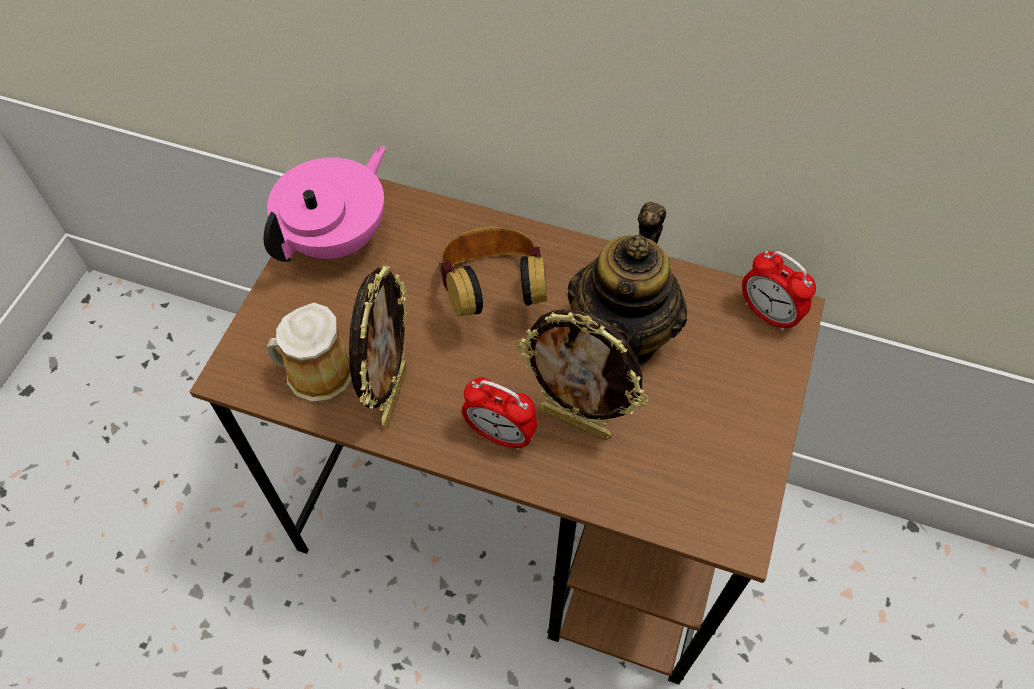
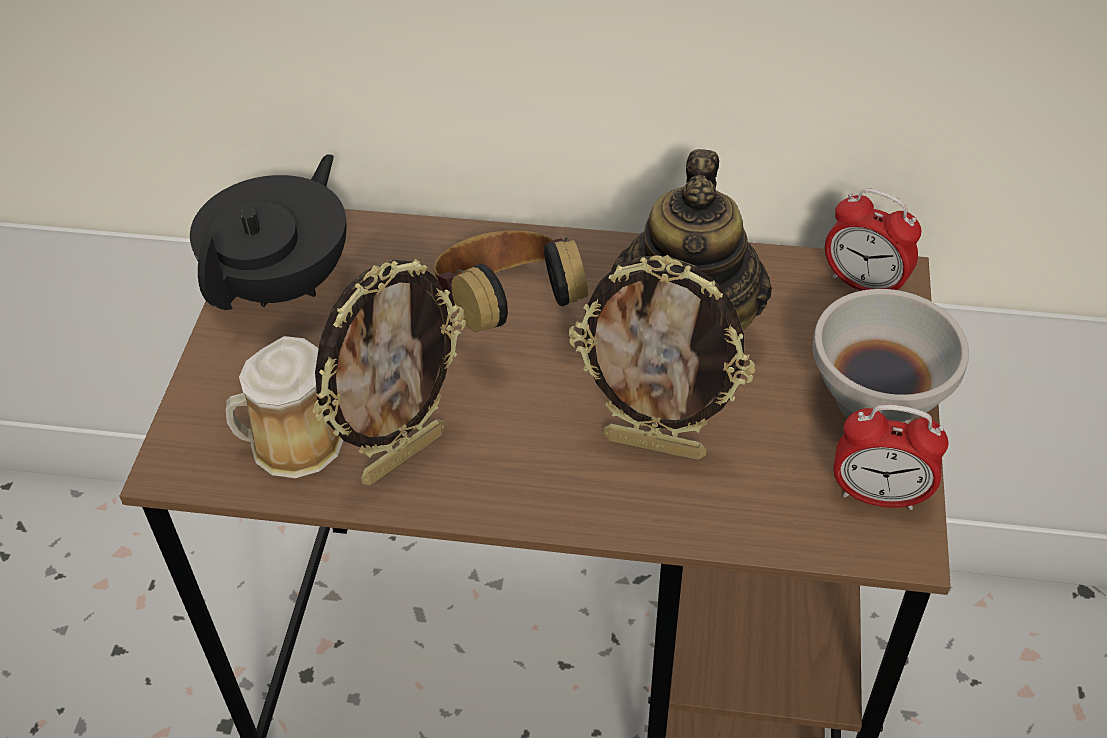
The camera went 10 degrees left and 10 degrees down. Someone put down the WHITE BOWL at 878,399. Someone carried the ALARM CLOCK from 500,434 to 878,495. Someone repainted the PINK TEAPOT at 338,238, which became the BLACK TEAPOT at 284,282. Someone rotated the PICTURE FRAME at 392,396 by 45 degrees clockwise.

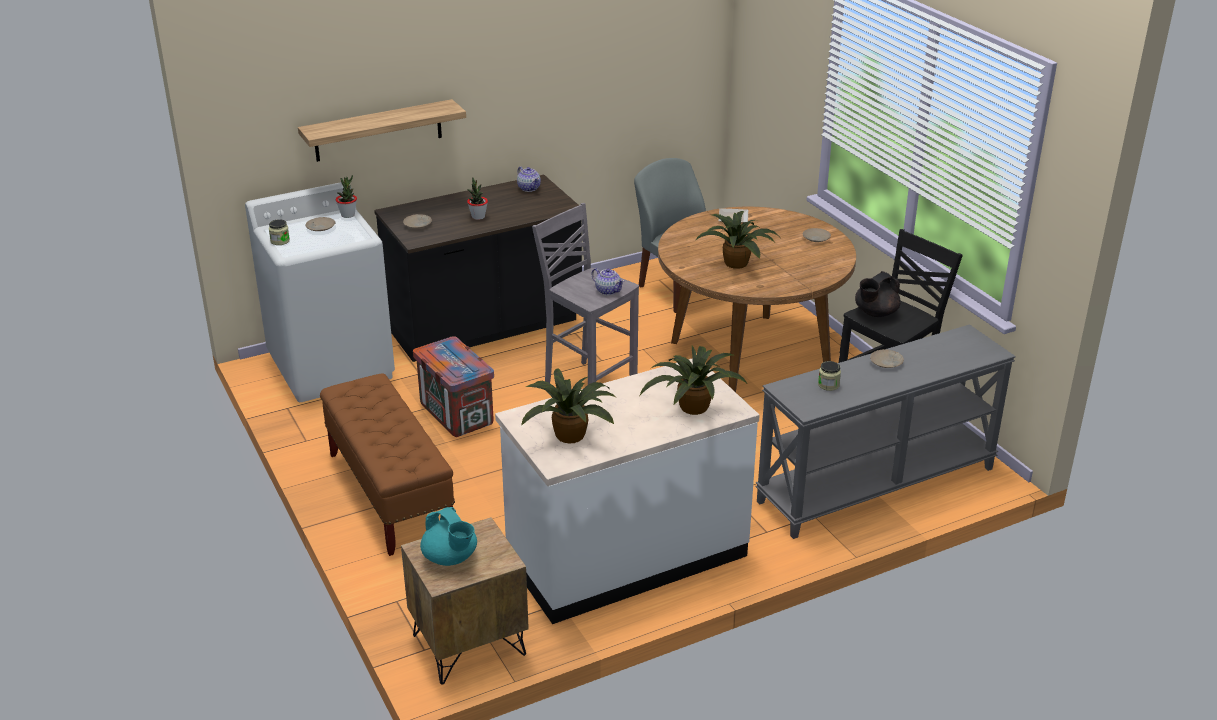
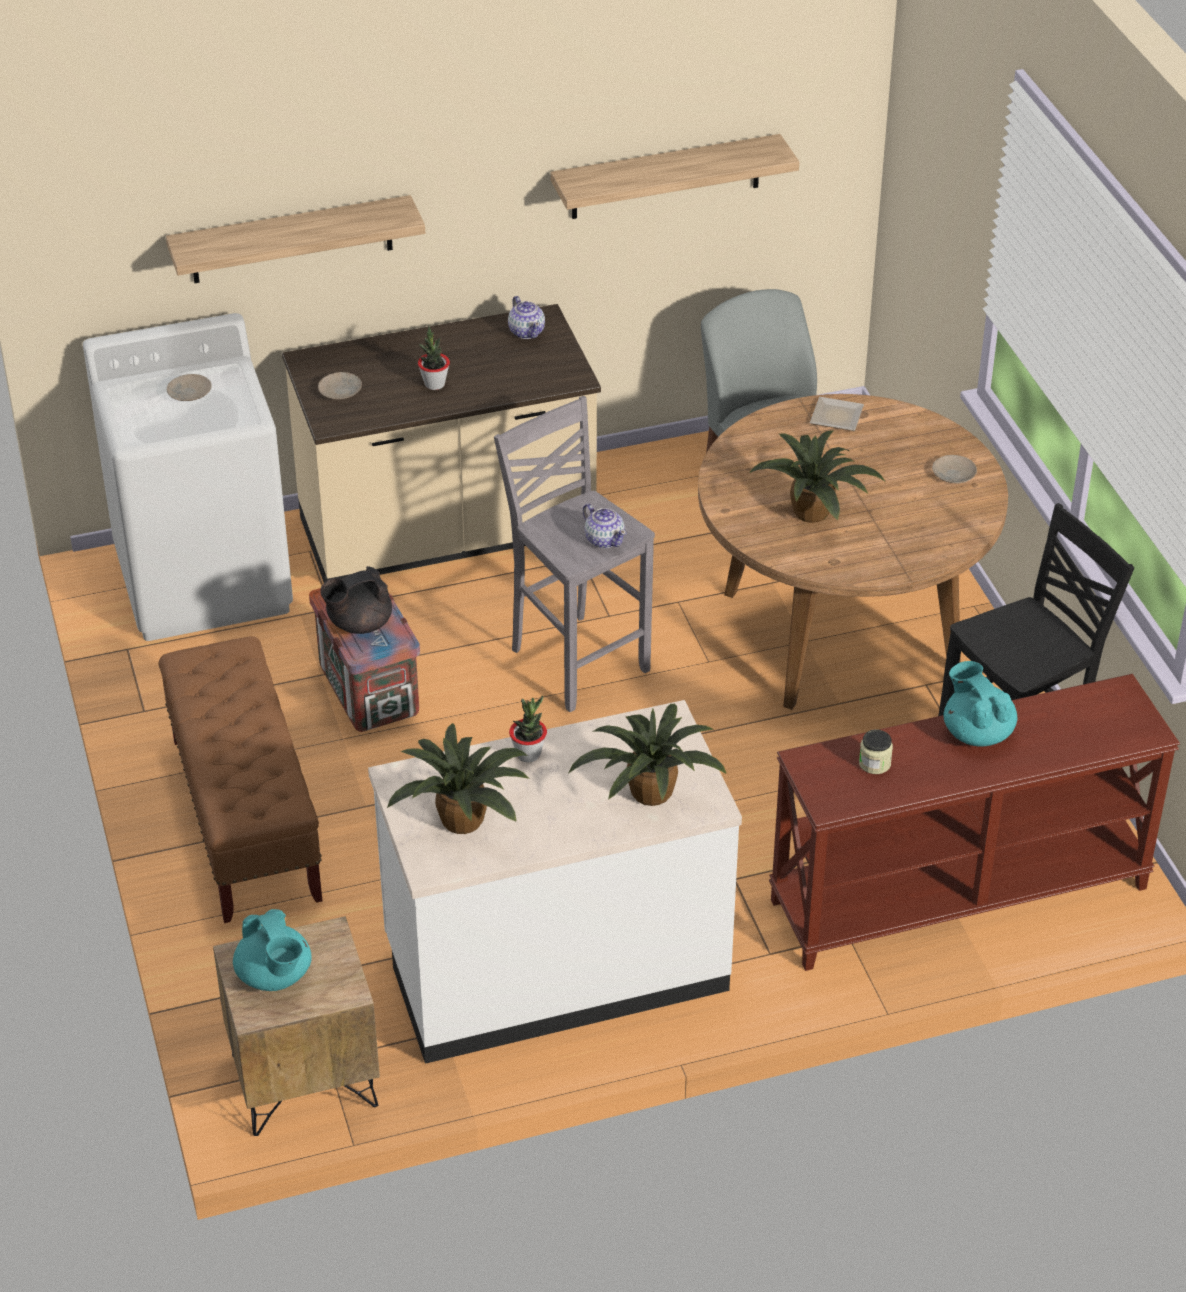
The camera went 10 degrees right and 10 degrees up. Someone took away the JAR at 280,241. Someone put up the SHELF at 665,177. Someone carried the POTTED PLANT from 348,215 to 528,754. Someone carried the BLACK TEAPOT from 875,313 to 358,624. Someone swapped the BEIGE PLATE at 886,362 for the TURQUOISE TEAPOT at 977,732. Someone repainted the BLACK COUNTER at 486,328, which became the BEIGE COUNTER at 448,533. Someone repainted the GREY CONSOLE TABLE at 876,486, which became the BROWN CONSOLE TABLE at 958,896.

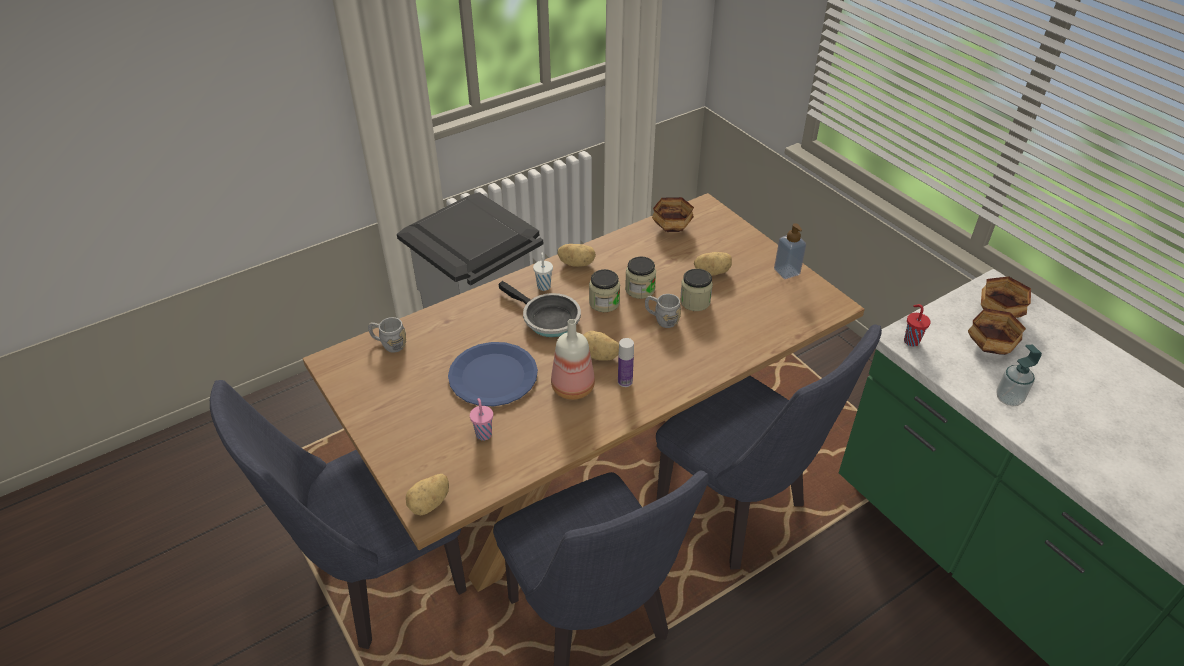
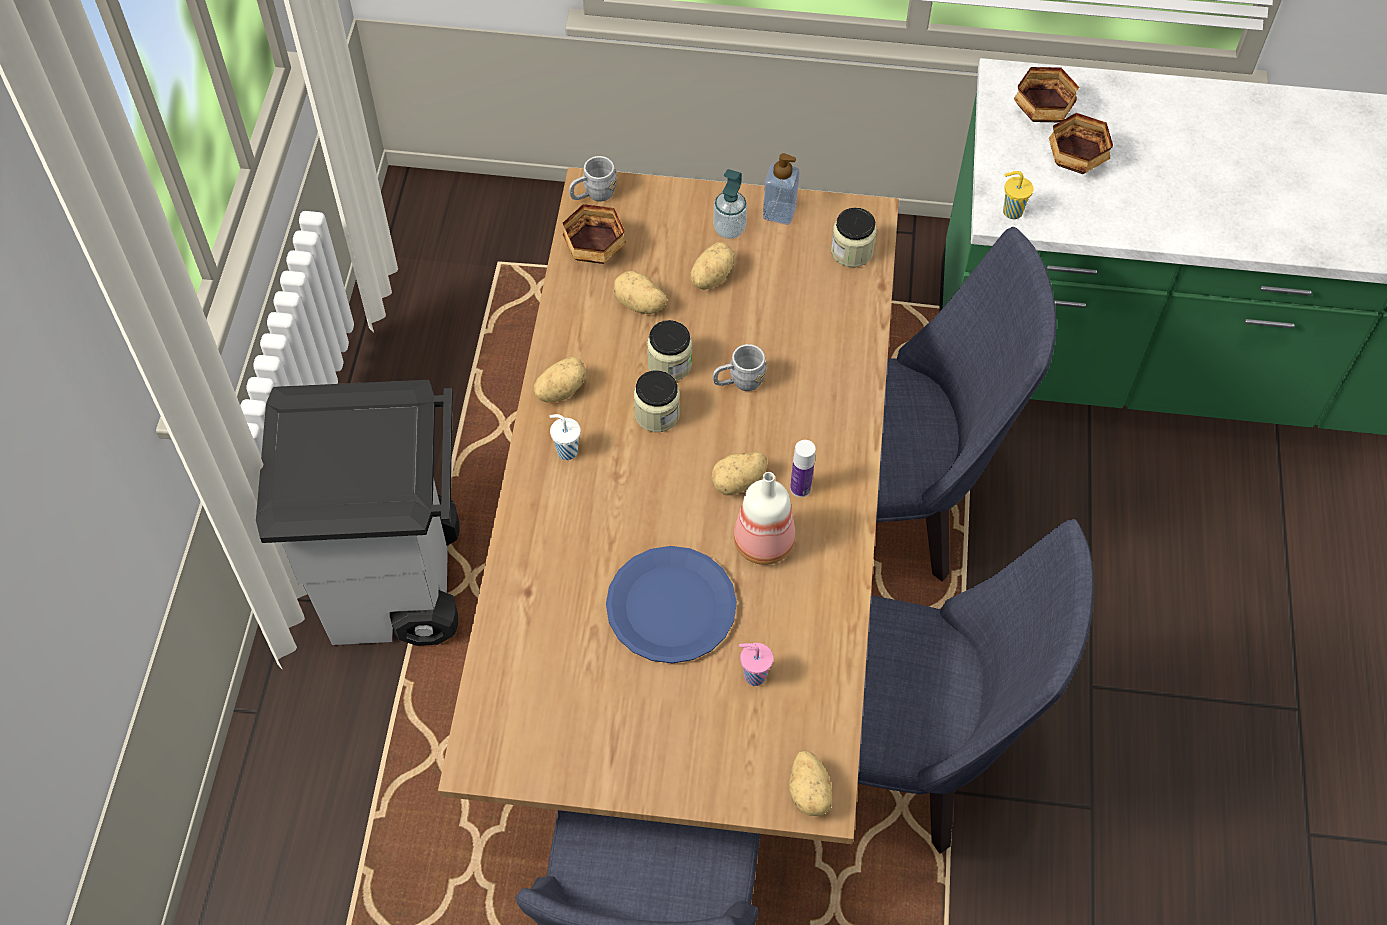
The camera went 50 degrees left and 15 degrees up. Someone took away the FRYING PAN at 547,319. Someone put down the POTATO at 639,305. Someone carried the GREY MUG from 389,344 to 593,195. Someone carried the JAR from 695,301 to 851,251. Someone carried the SOAP DISPENSER from 1008,398 to 729,229. Someone repainted the RED CUP at 911,340, which became the YELLOW CUP at 1011,211.

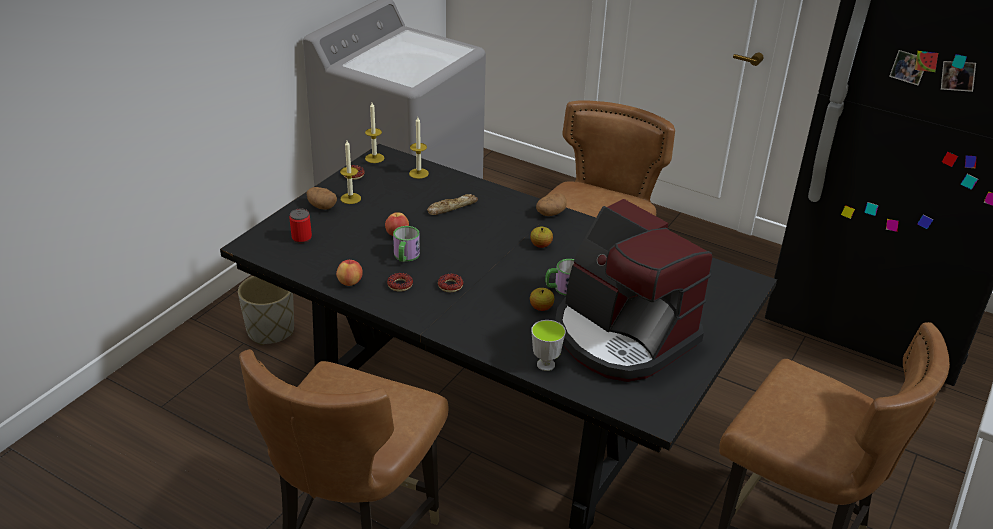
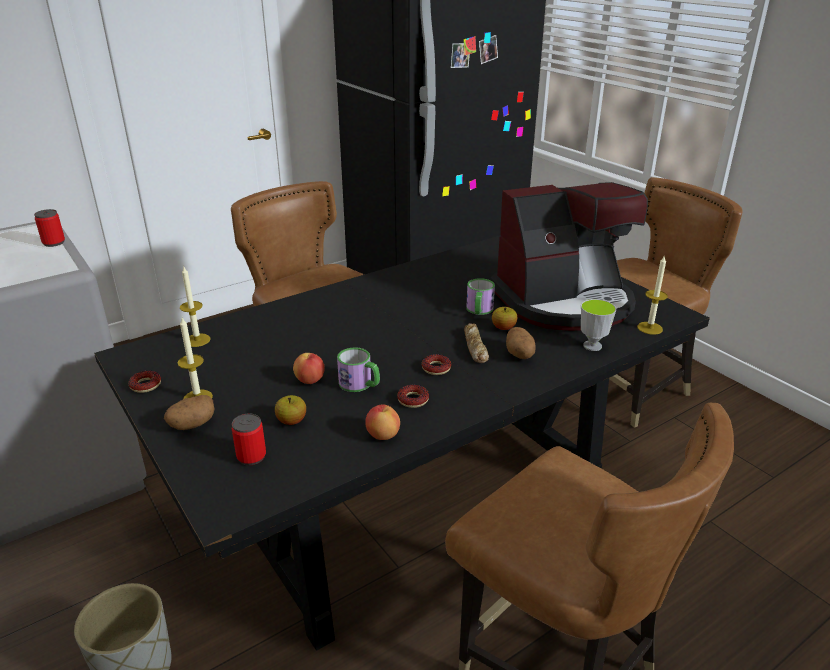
The camera went 65 degrees left and 5 degrees down. Someone put down the CAN at 54,243. Someone carried the CANDLE from 374,158 to 649,328. Someone carried the BREAD from 451,207 to 474,347. Someone carried the APPLE from 541,245 to 291,421. Someone carried the POTATO from 550,213 to 520,355.

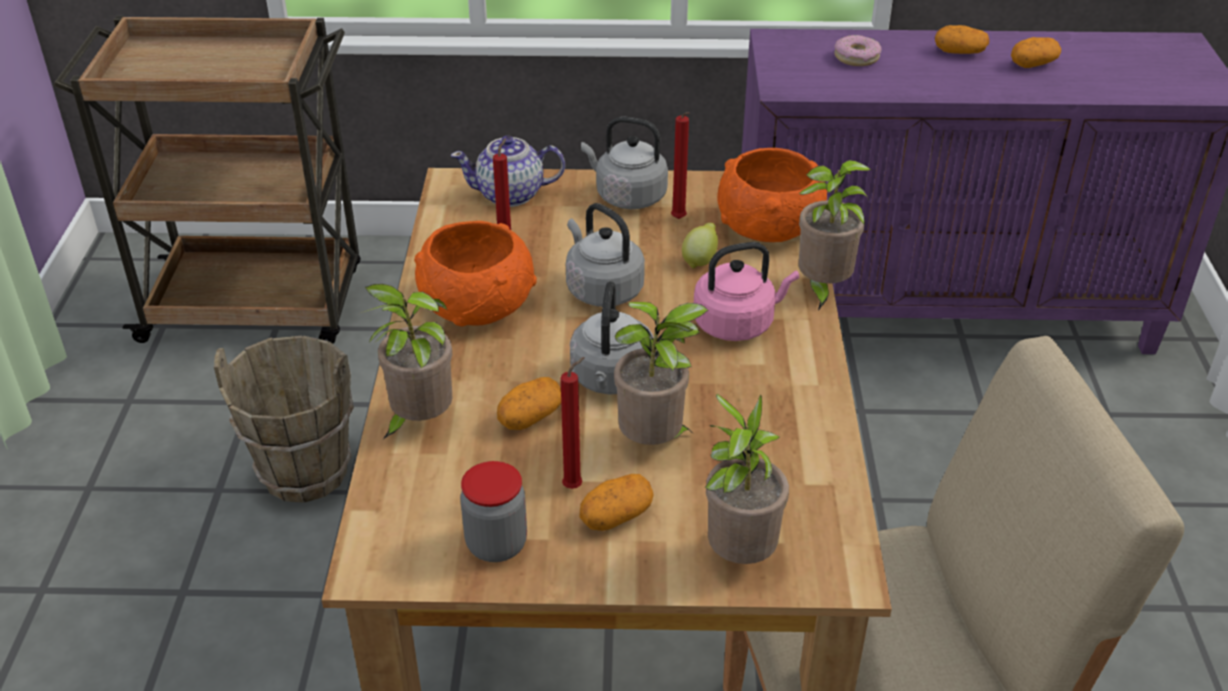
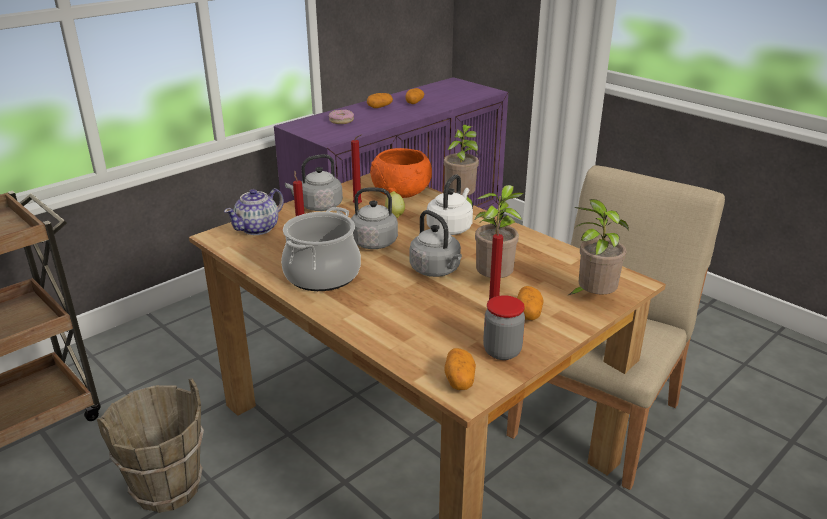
The camera went 45 degrees left and 10 degrees down. Someone took away the POTTED PLANT at 418,422. Someone carried the POTATO from 530,417 to 459,380. Someone swapped the ORANGE BOWL at 477,305 for the COOKING POT at 322,275. Someone repainted the PINK KETTLE at 737,324, which became the WHITE KETTLE at 450,228.

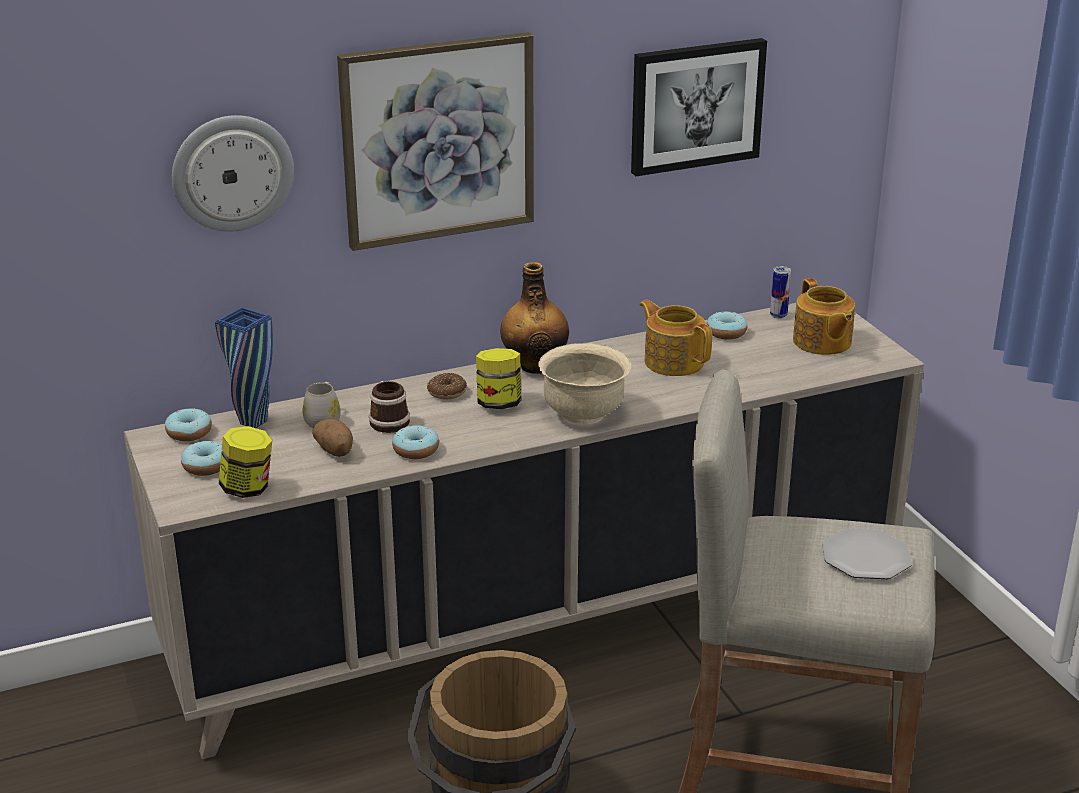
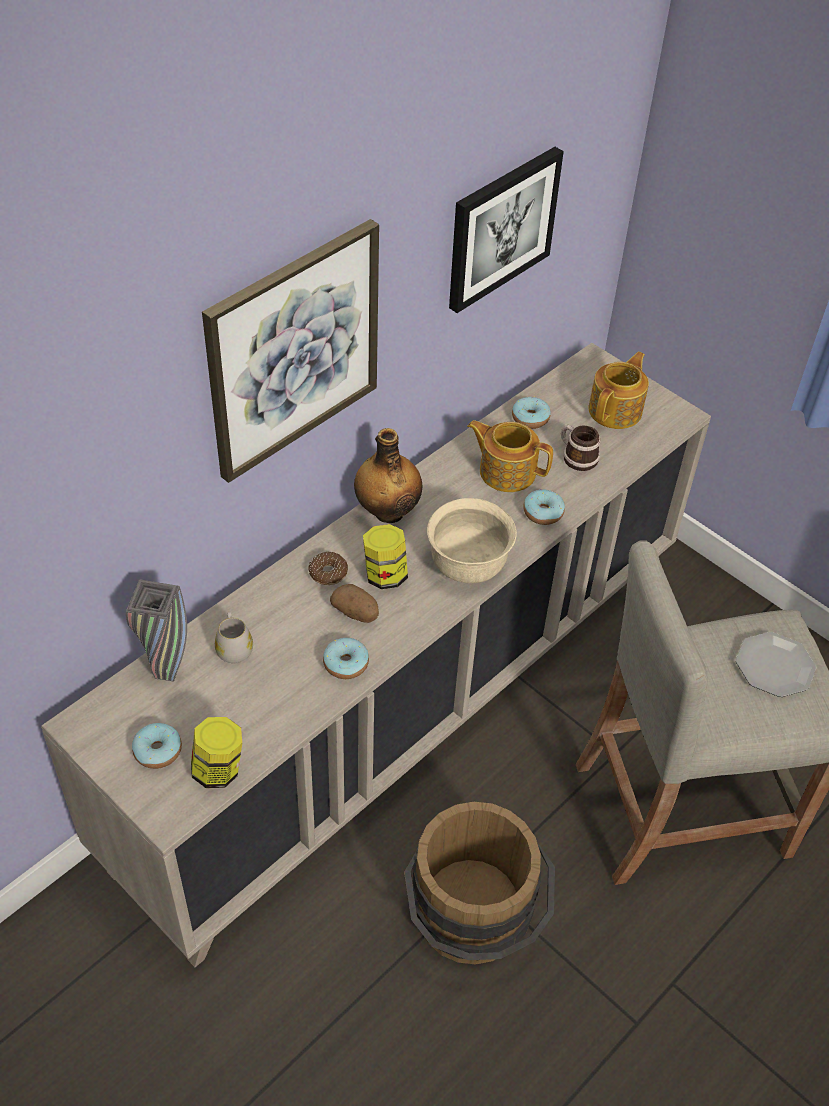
The camera went 25 degrees left and 20 degrees up. Someone took away the WALL CLOCK at 232,172. Someone took away the CAN at 778,315. Someone carried the DONUT from 189,433 to 543,512. Someone carried the POTATO from 335,451 to 356,613. Someone carried the MUG from 388,420 to 576,456. Someone repainted the BLUE VASE at 253,422, which became the GREY VASE at 167,672. Someone rotated the TEAPOT at 822,342 by 105 degrees counterclockwise.

